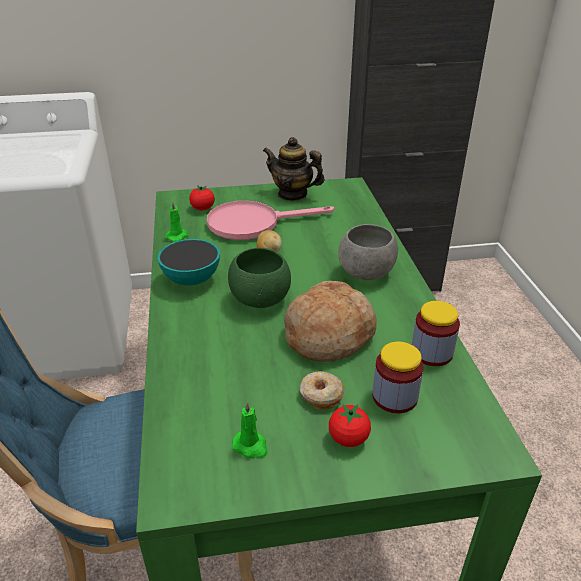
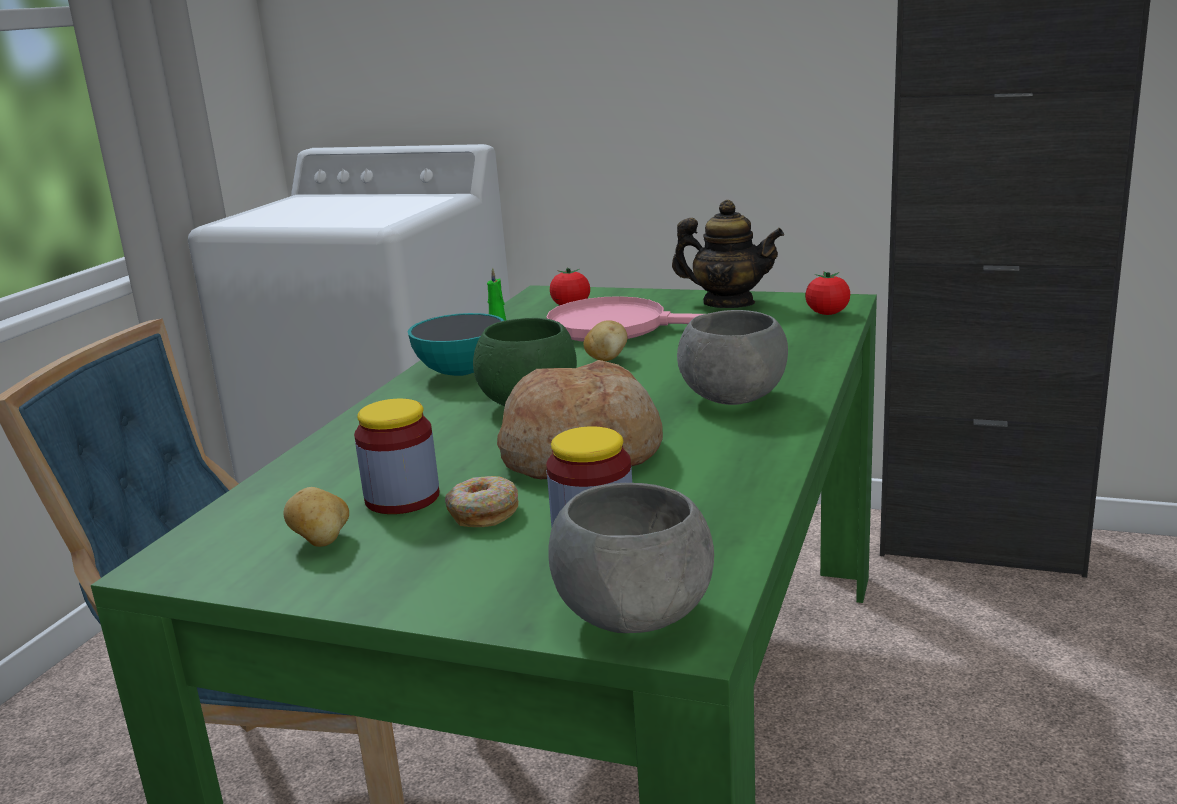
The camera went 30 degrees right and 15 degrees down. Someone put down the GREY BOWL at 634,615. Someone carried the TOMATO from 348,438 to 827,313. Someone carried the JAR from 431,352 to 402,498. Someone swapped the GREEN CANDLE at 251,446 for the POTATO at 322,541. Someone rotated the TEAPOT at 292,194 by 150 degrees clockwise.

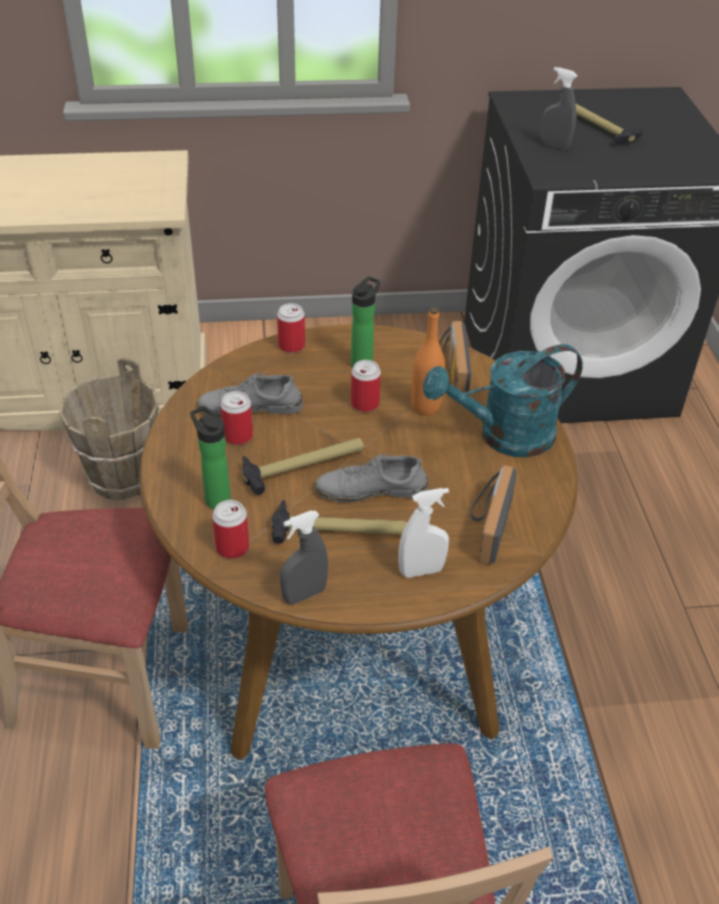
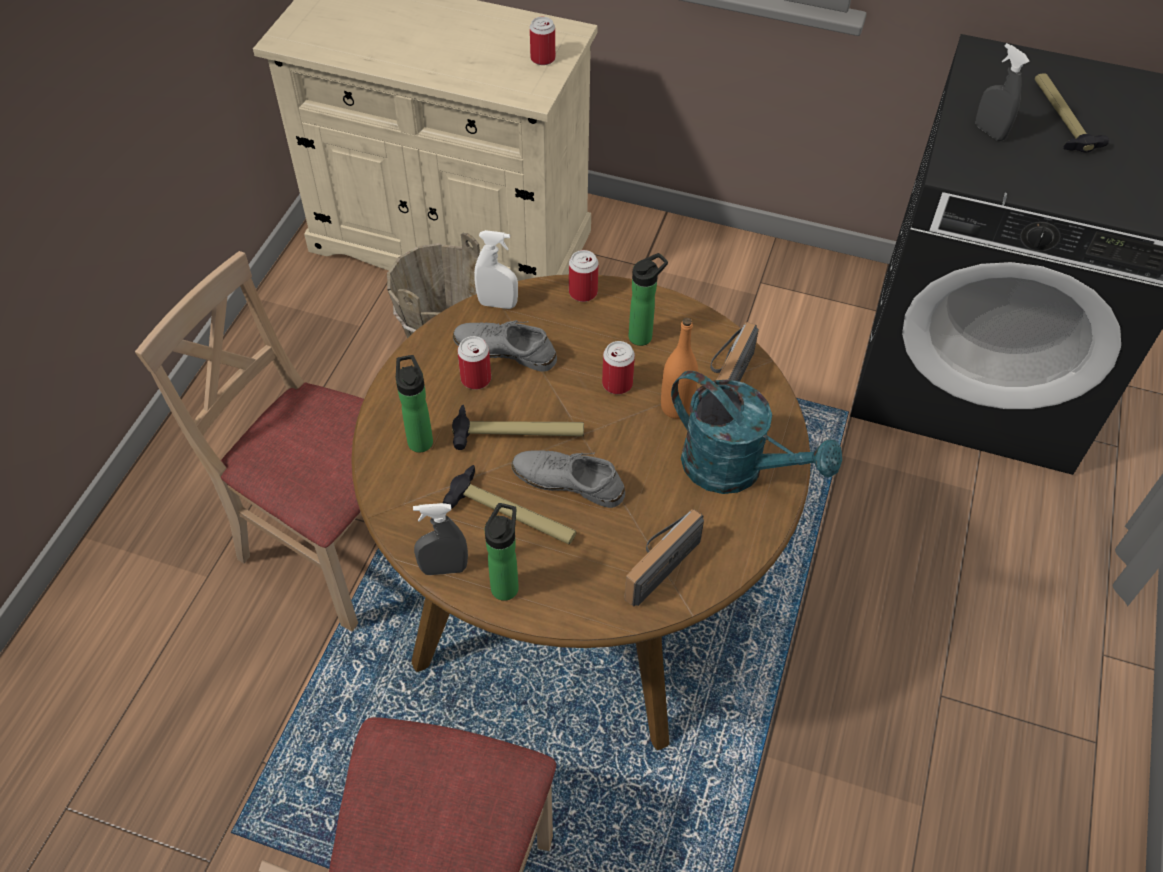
The camera went 25 degrees right and 10 degrees up. Someone put down the BOTTLE at 506,584. Someone carried the CAN from 232,547 to 542,59. Someone carried the WHITE SPRAY BOTTLE from 421,571 to 497,304. Someone rotated the TURQUOISE WATERING CAN at 504,436 by 150 degrees counterclockwise.

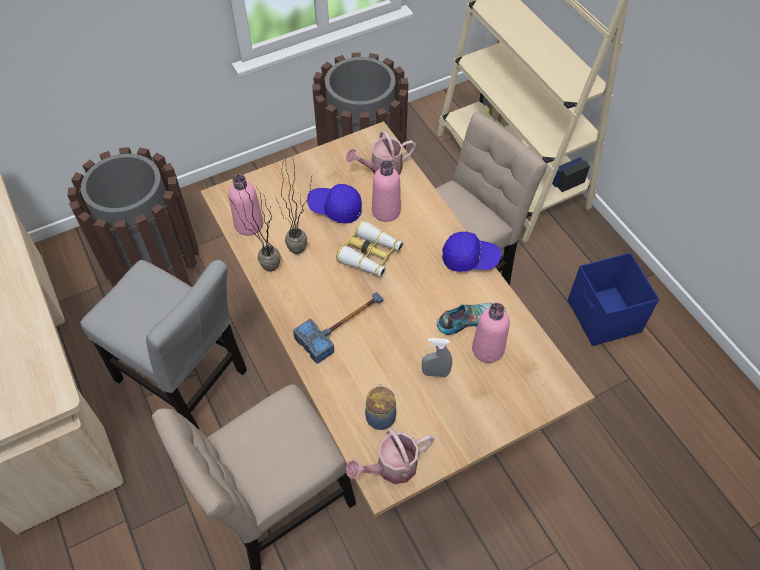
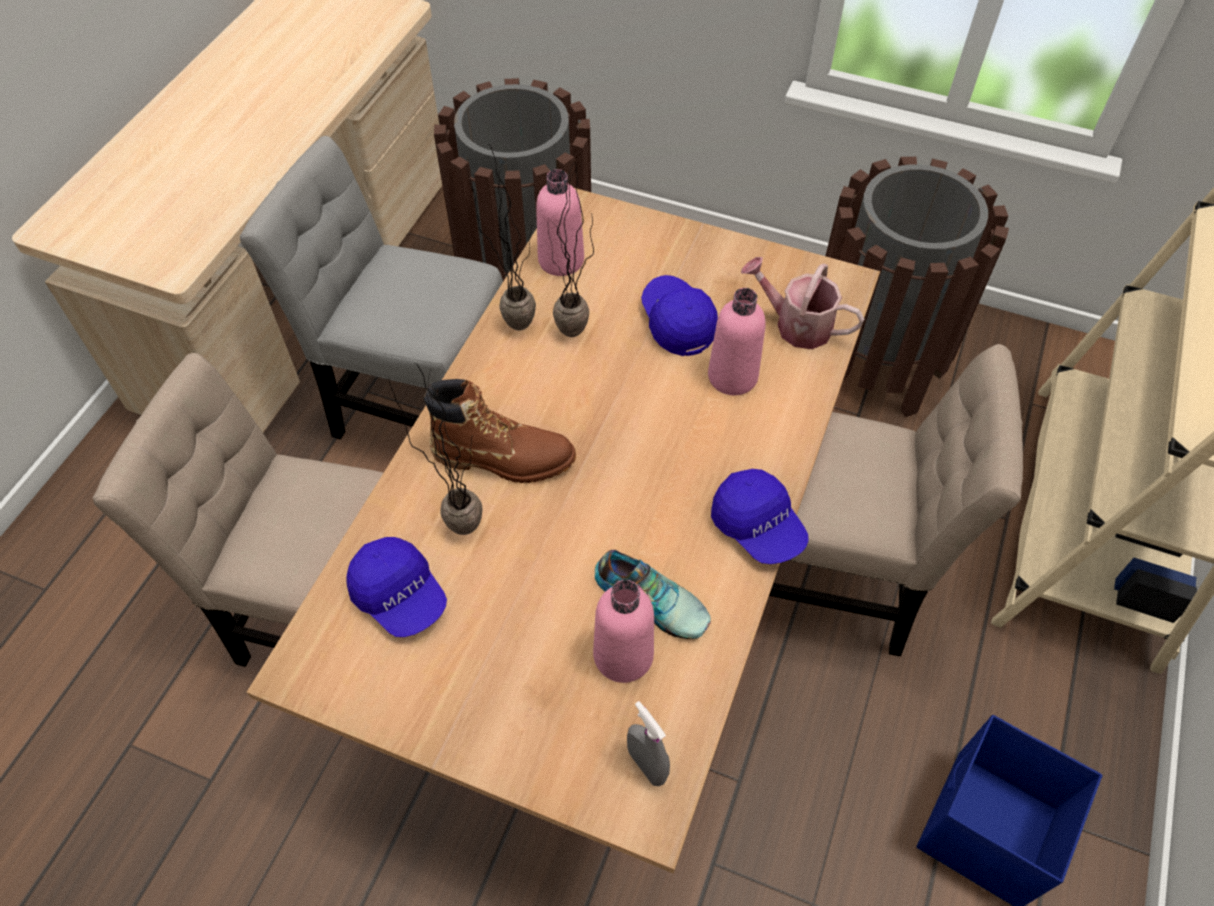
The camera went 50 degrees right and 0 degrees up. Someone took away the BINOCULARS at 370,255. Someone took away the WATERING CAN at 391,468. Someone put down the POTTED PLANT at 457,518. Someone carried the GREY SPRAY BOTTLE from 435,373 to 646,765. Someone swapped the HAMMER at 343,325 for the BROWN BOOT at 503,457. Someone swapped the JAR at 380,416 for the BLUE CAP at 400,596. Someone rotated the GREY CHAIR at 185,380 by 120 degrees clockwise.

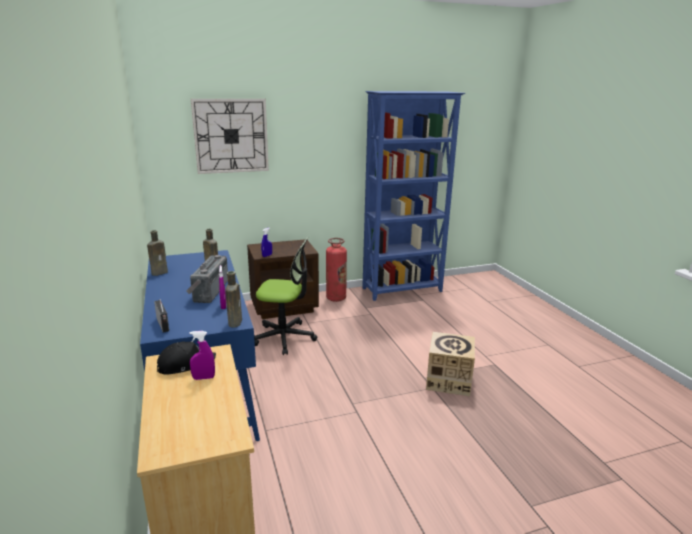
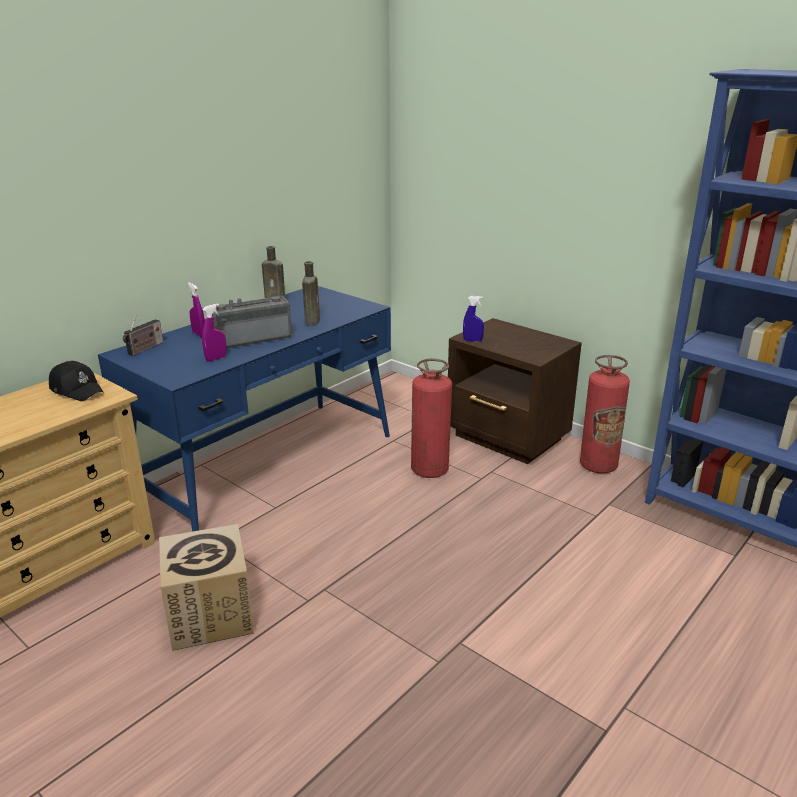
The camera went 60 degrees right and 5 degrees up. Someone took away the WALL CLOCK at 231,136. Someone took away the BROWN BOTTLE at 235,322. Someone carried the PURPLE SPRAY BOTTLE from 203,378 to 199,334. Someone carried the CARDBOARD BOX from 448,380 to 210,615. Someone swapped the OFFICE CHAIR at 284,337 for the FIRE EXTINGUISHER at 429,470.

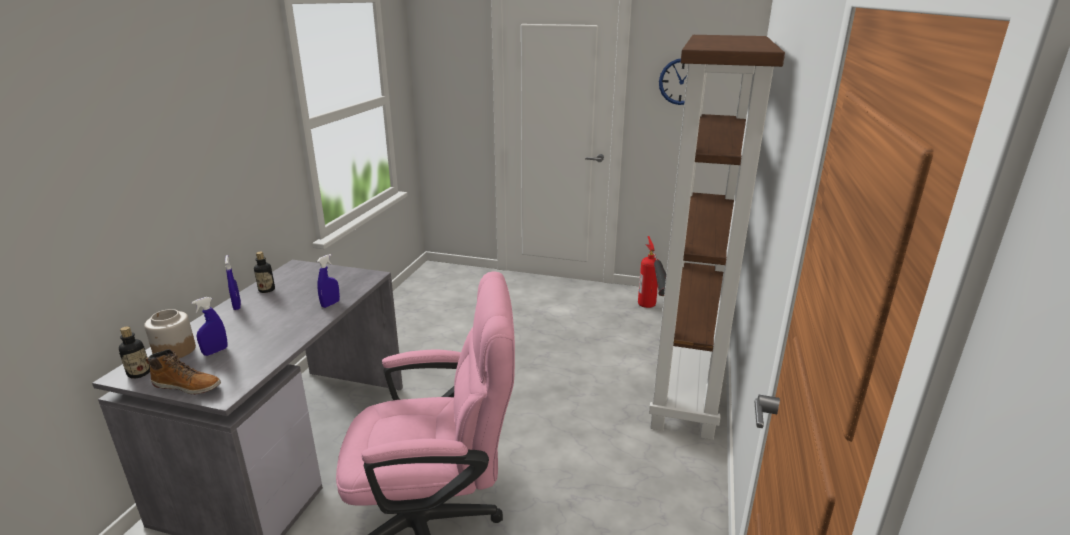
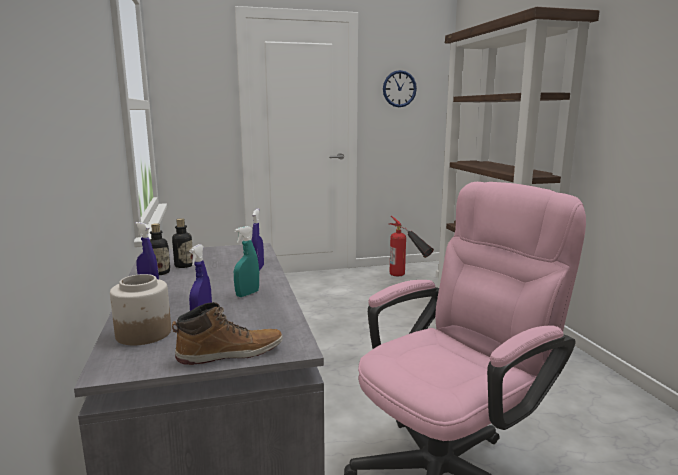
The camera went 30 degrees left and 10 degrees down. Someone put down the TURQUOISE SPRAY BOTTLE at 247,294. Someone carried the BOTTLE from 139,373 to 184,265.

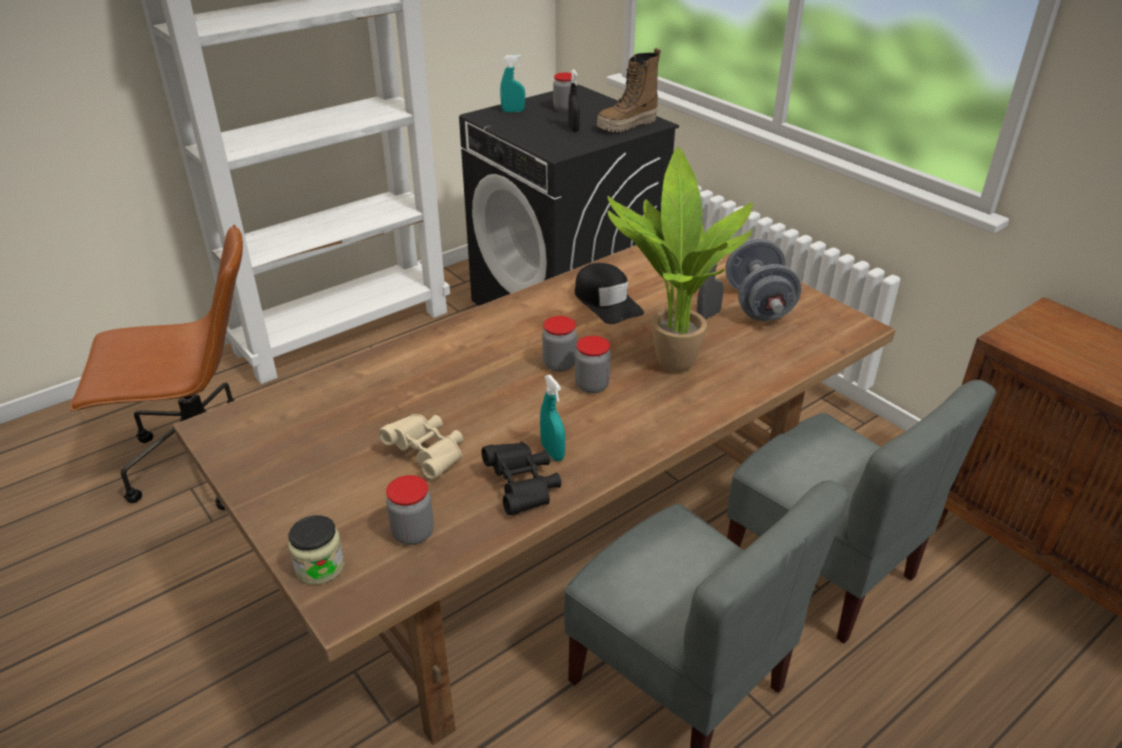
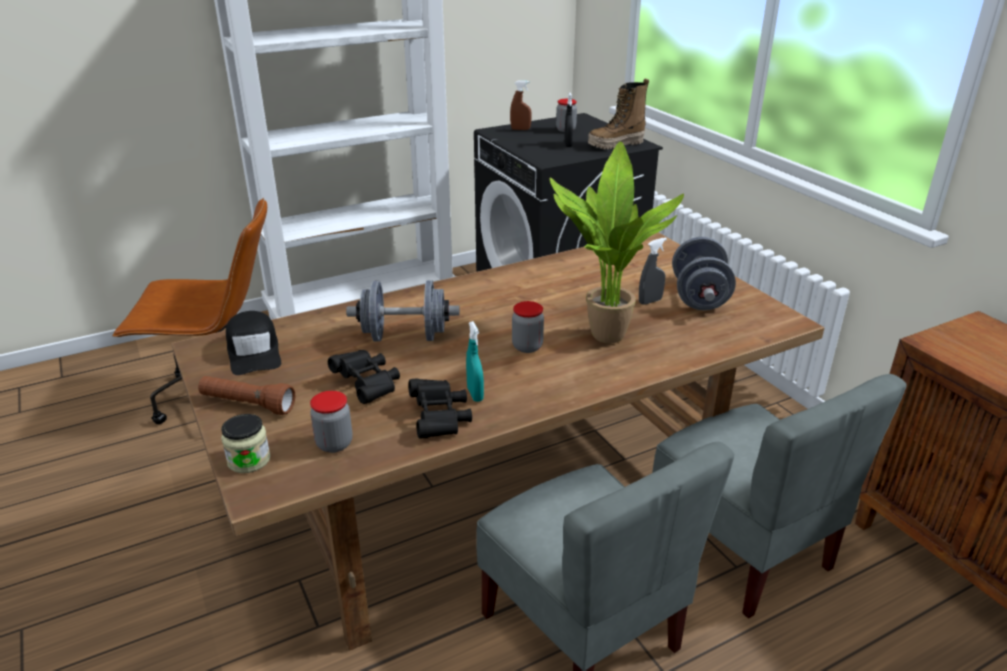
The camera went 10 degrees right and 5 degrees down. Someone took away the JAR at 559,364. Someone put down the BROWN FLASHLIGHT at 247,405. Someone put down the GREY DUMBBELL at 405,336. Someone carried the BLACK CAP from 606,302 to 254,351. Someone repainted the BEIGE BINOCULARS at 428,454, which became the BLACK BINOCULARS at 368,385. Someone repainted the TURQUOISE SPRAY BOTTLE at 513,111, which became the BROWN SPRAY BOTTLE at 520,129.

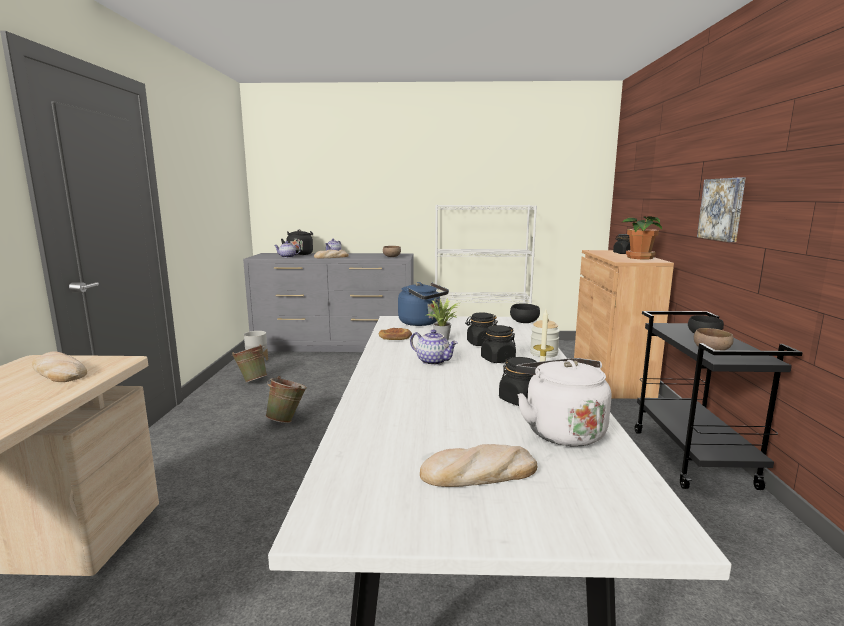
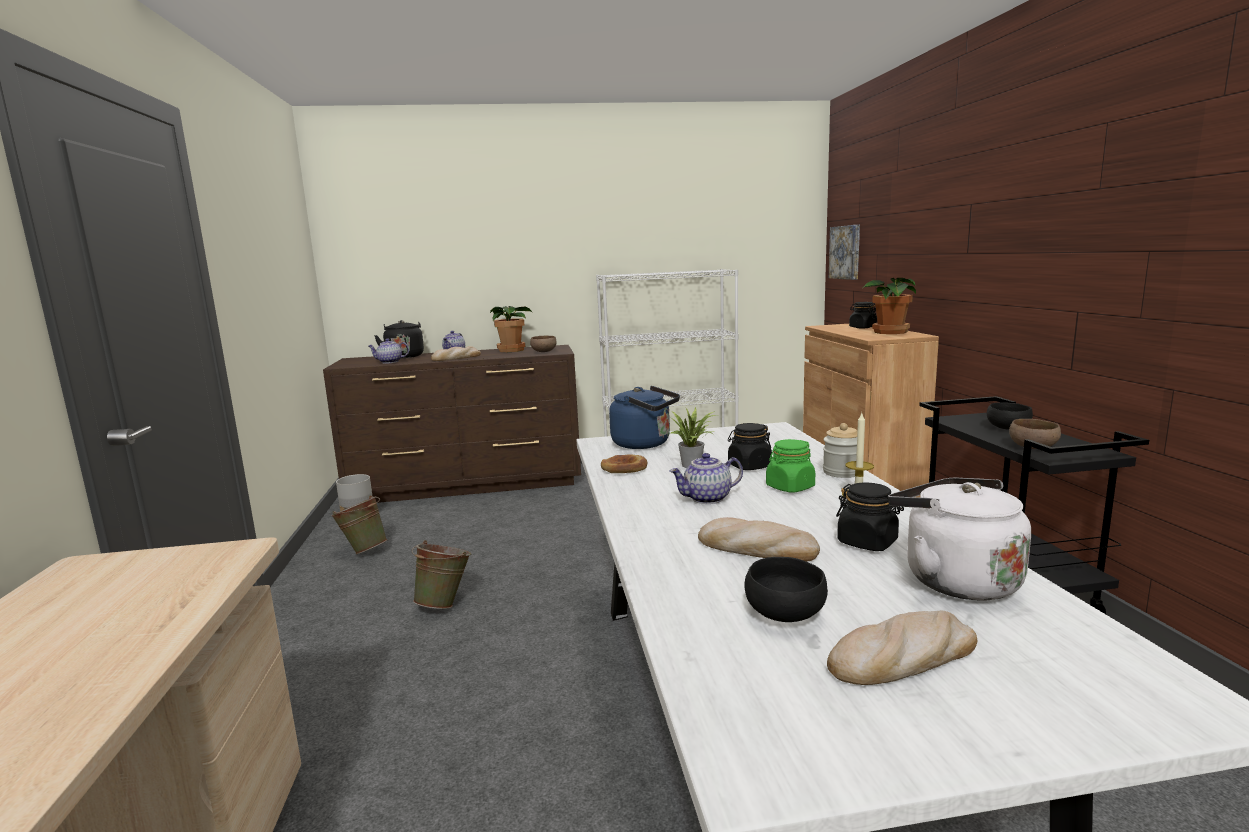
The camera went 10 degrees left and 0 degrees up. Someone put down the POTTED PLANT at 511,350. Someone carried the BREAD from 58,372 to 756,548. Someone carried the BLACK BOWL from 525,322 to 786,615. Someone carried the PICTURE from 723,209 to 846,252. Someone repainted the GREY DRESSER at 336,345, which became the BROWN DRESSER at 469,485. Someone repainted the BLACK JAR at 497,359, which became the GREEN JAR at 790,487. Someone rotated the TEAPOT at 434,361 by 135 degrees clockwise.

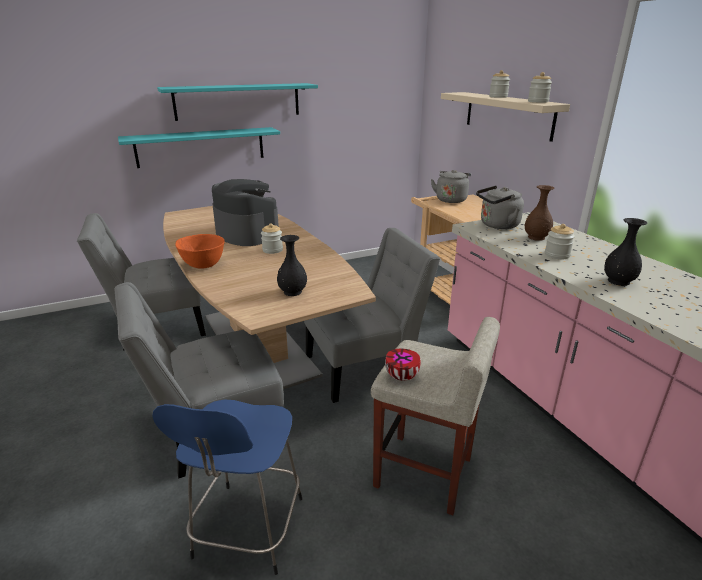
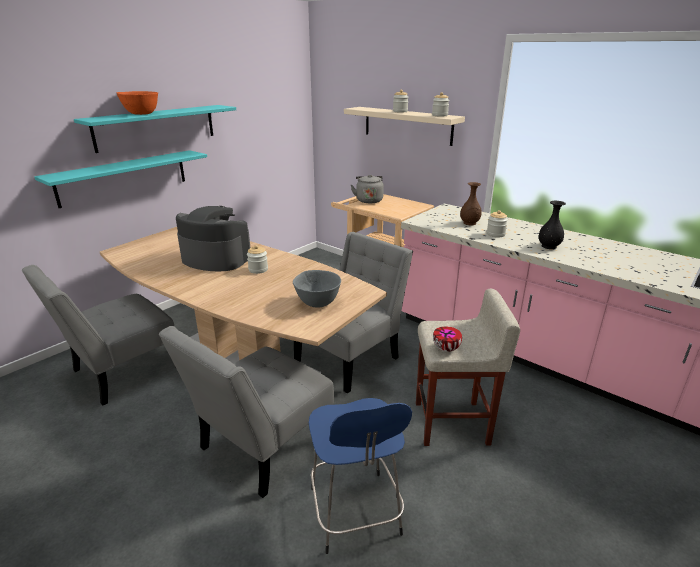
The camera went 25 degrees left and 0 degrees up. Someone took away the GREY KETTLE at 497,225. Someone carried the ORANGE BOWL from 203,265 to 141,114. Someone swapped the BLACK VASE at 293,292 for the GREY BOWL at 317,302.

